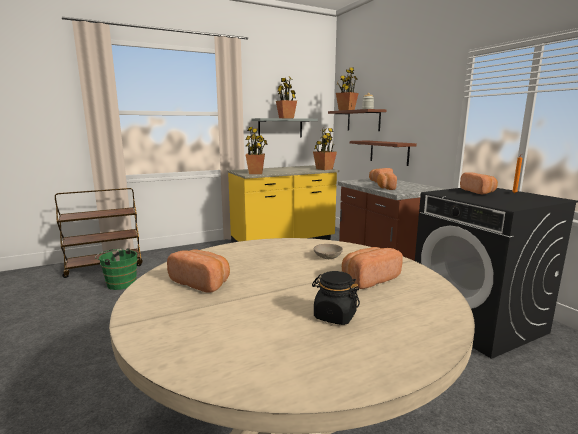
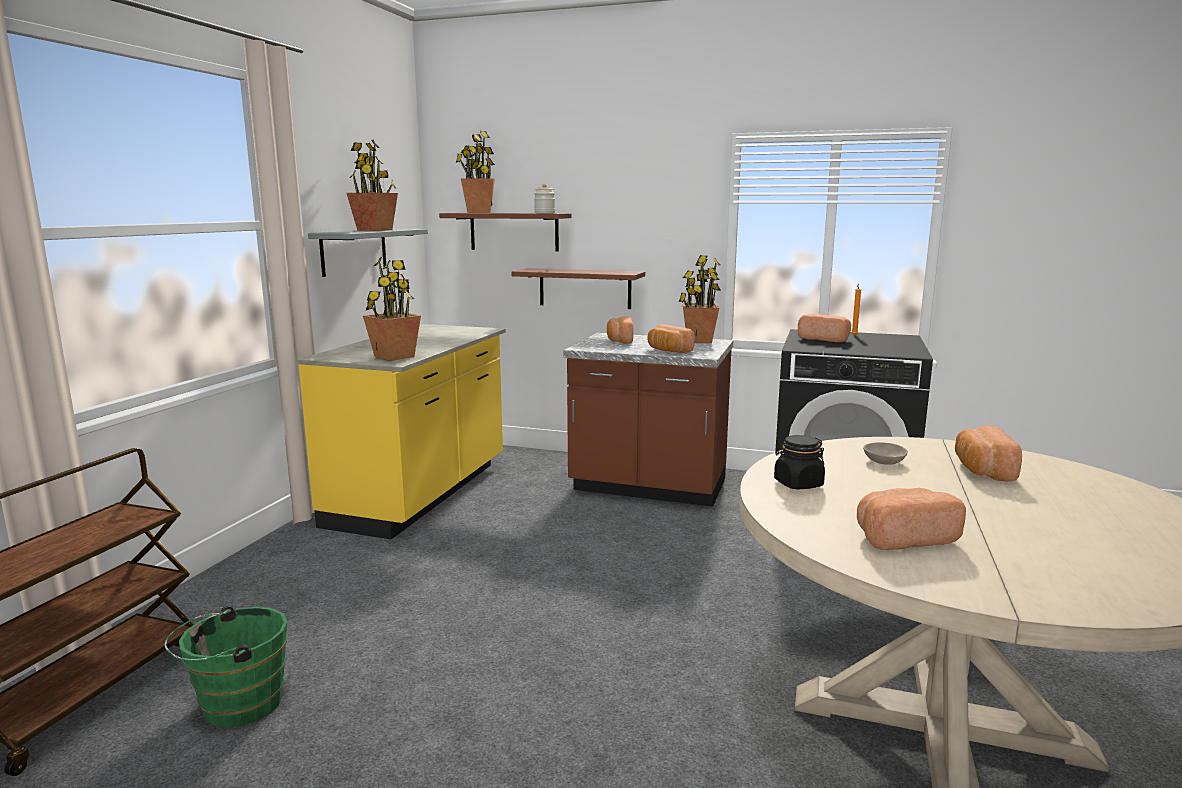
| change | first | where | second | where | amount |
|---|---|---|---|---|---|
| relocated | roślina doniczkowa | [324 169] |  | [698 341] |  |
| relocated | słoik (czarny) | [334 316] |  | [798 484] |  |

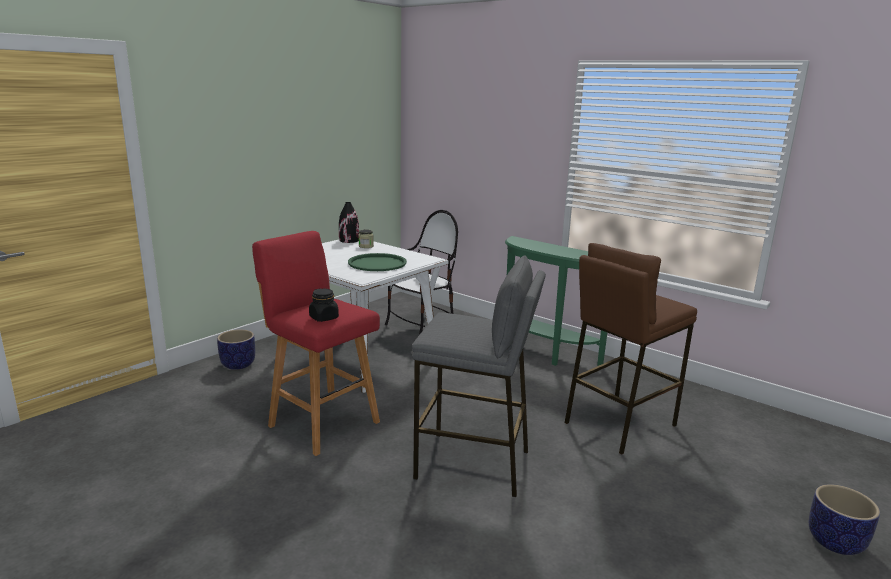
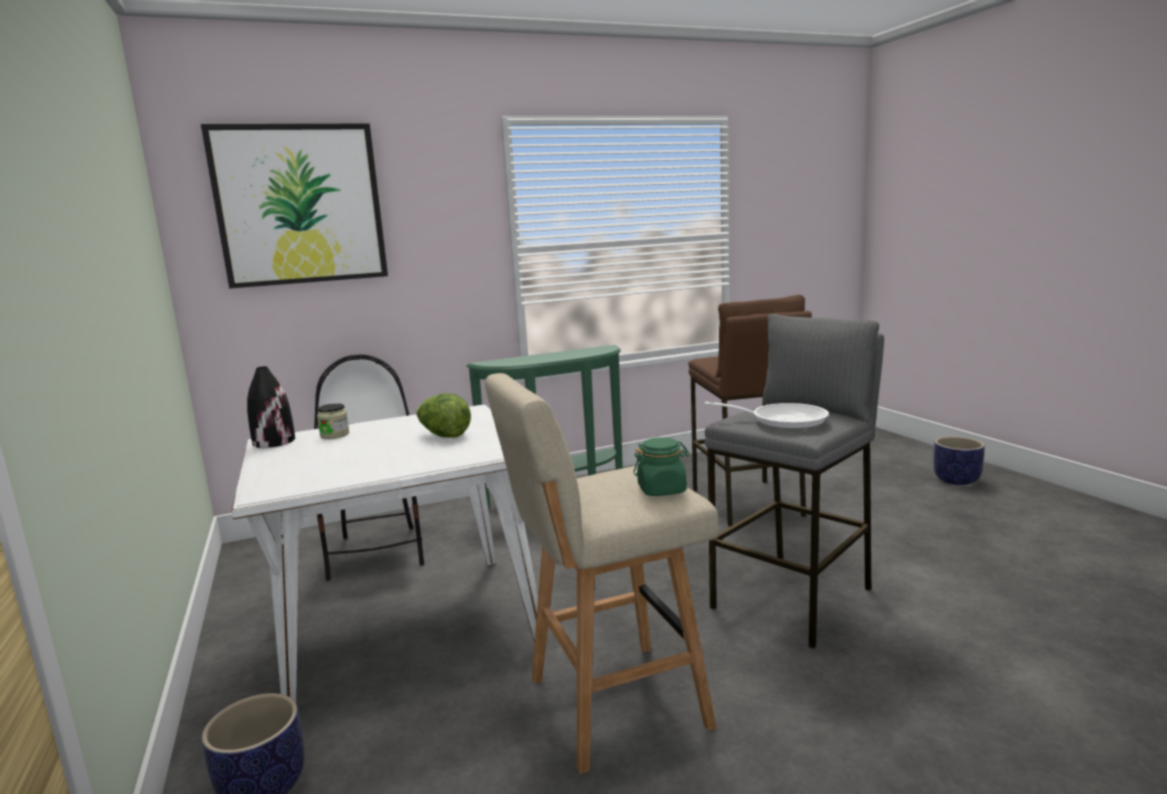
| change | first | where | second | where | amount |
|---|---|---|---|---|---|
| colour | stołek (czerwony) | [322 422] | stołek (beżowy) | [611 704] |  |
| exchanged | taca (zielony) | [377 263] | sałata | [444 436] |  |
| colour | słoik (czarny) | [324 318] | słoik (zielony) | [662 490] |  |
| appeared |  |  | obraz | [300 205] |  |
| appeared |  |  | patelnia | [782 420] |  |

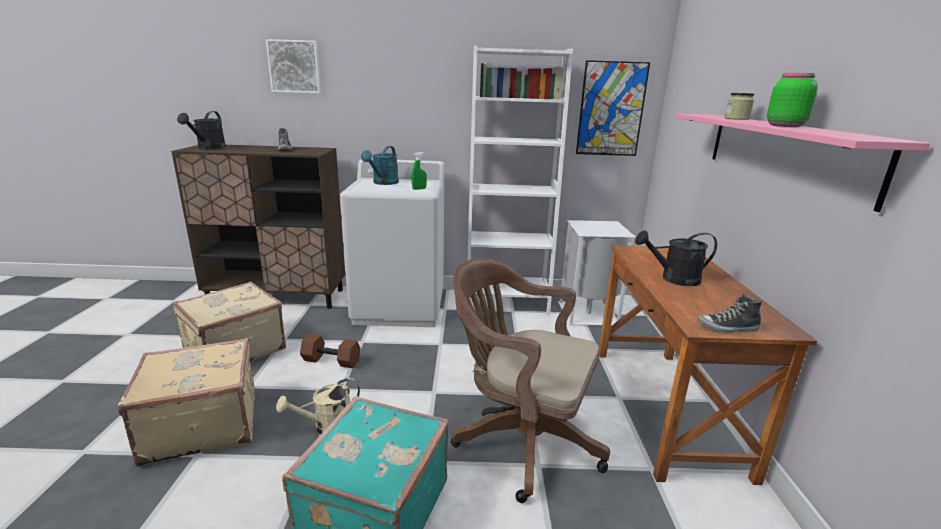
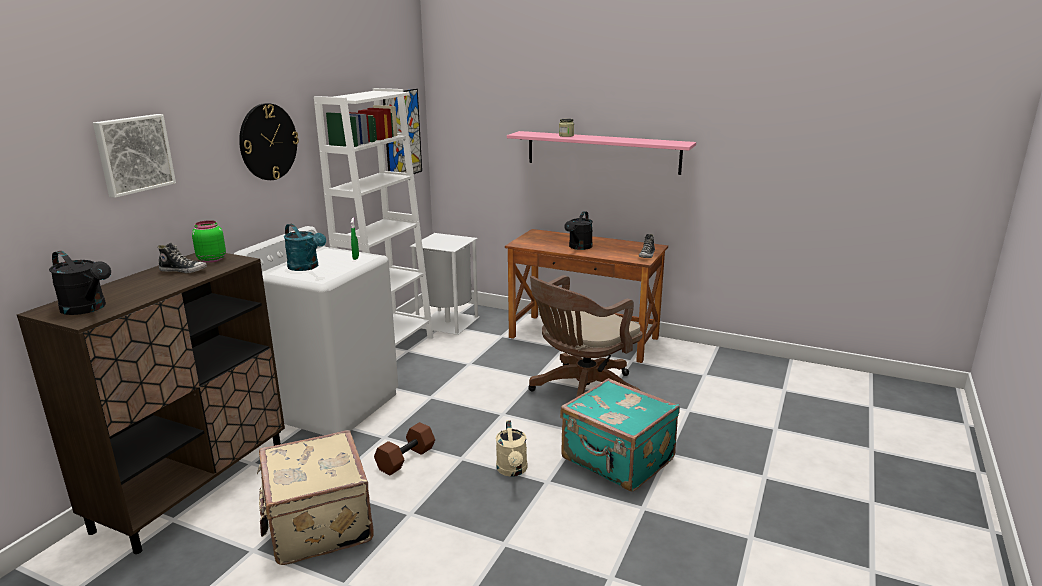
| change | first | where | second | where | amount |
|---|---|---|---|---|---|
| relocated | słoik (zielony) | [784 126] |  | [211 259] |  |
| missing | walizka (beżowy) | [202 425] |  |  |  |
| appeared |  |  | zegar ścienny | [268 142] |  |

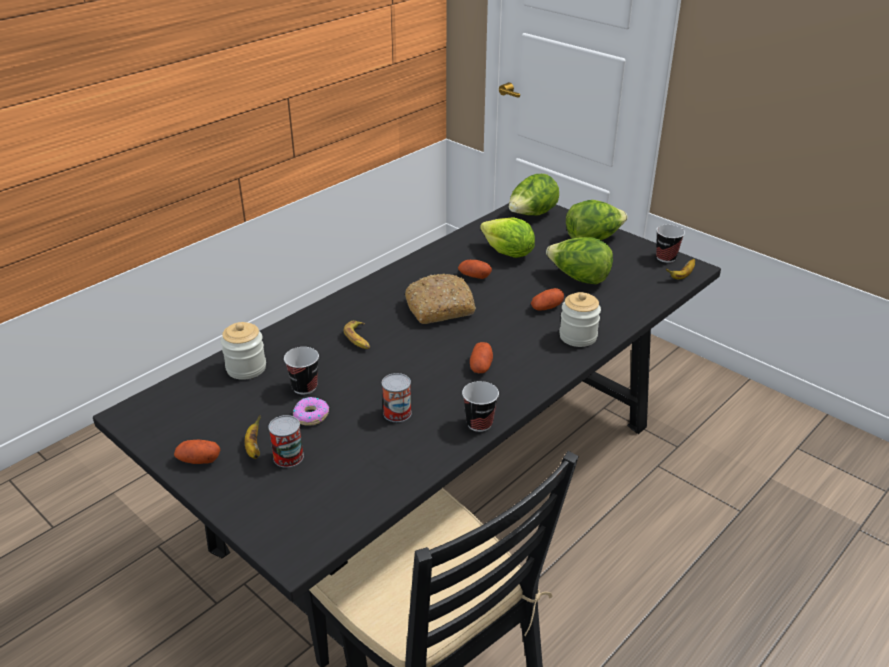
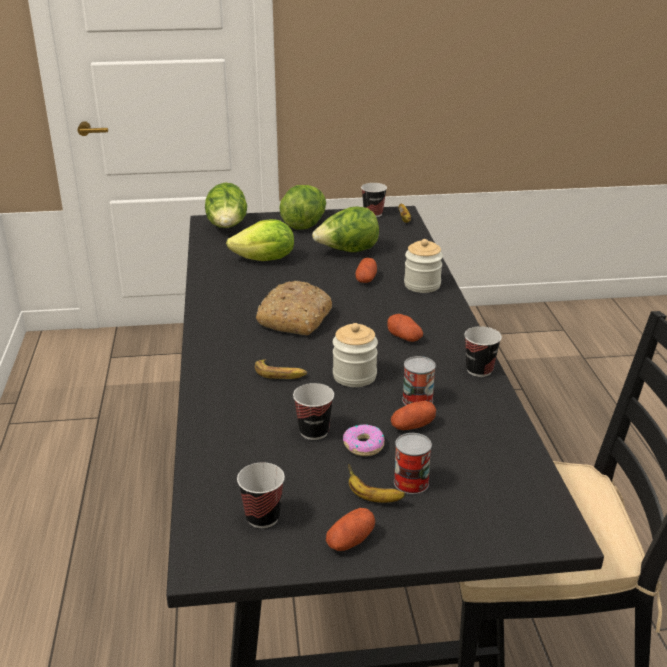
| change | first | where | second | where | amount |
|---|---|---|---|---|---|
| relocated | ziemniak | [474 276] |  | [412 426] |  |
| relocated | słoik | [246 368] |  | [354 376] |  |
| appeared |  |  | filiżanka | [263 517] |  |

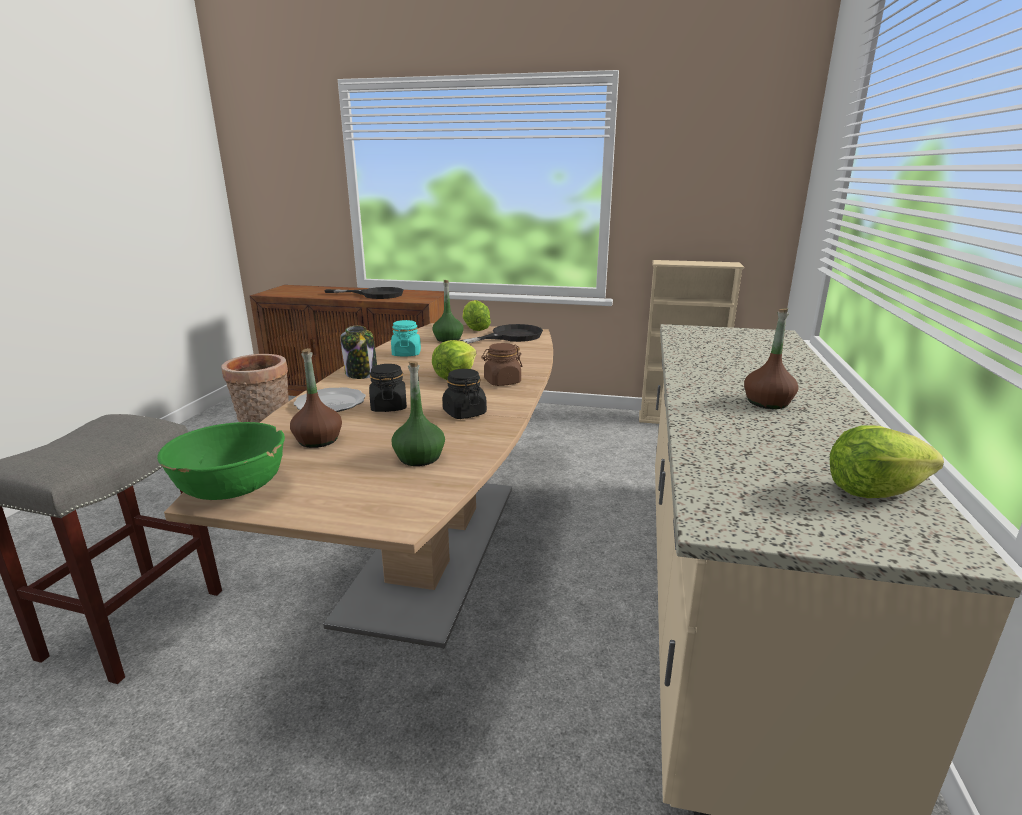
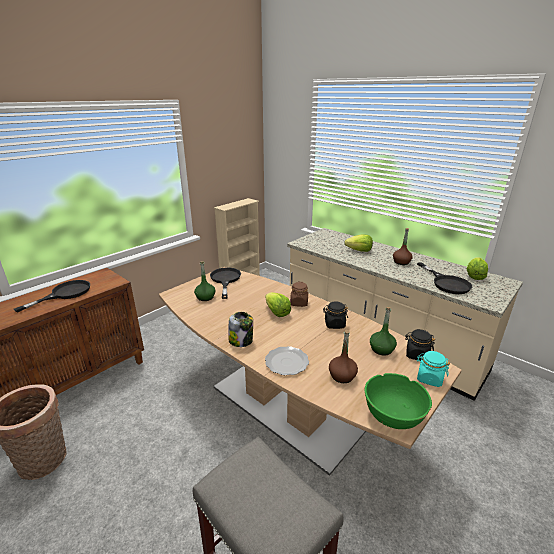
| change | first | where | second | where | amount |
|---|---|---|---|---|---|
| relocated | sałata | [475 328] |  | [359 251] |  |
| relocated | słoik (turkusowy) | [406 354] |  | [429 378] |  |
| relocated | słoik (czarny) | [389 407] |  | [417 355] |  |
| appeared |  |  | patelnia (czarny) | [446 283] |  |

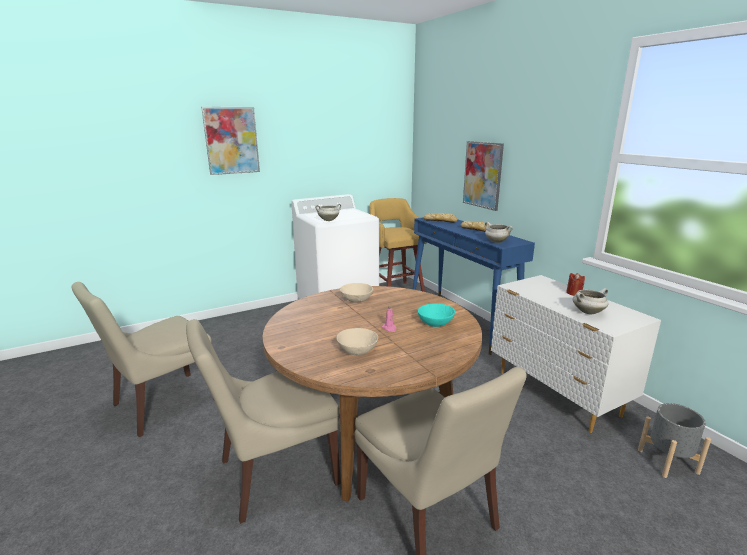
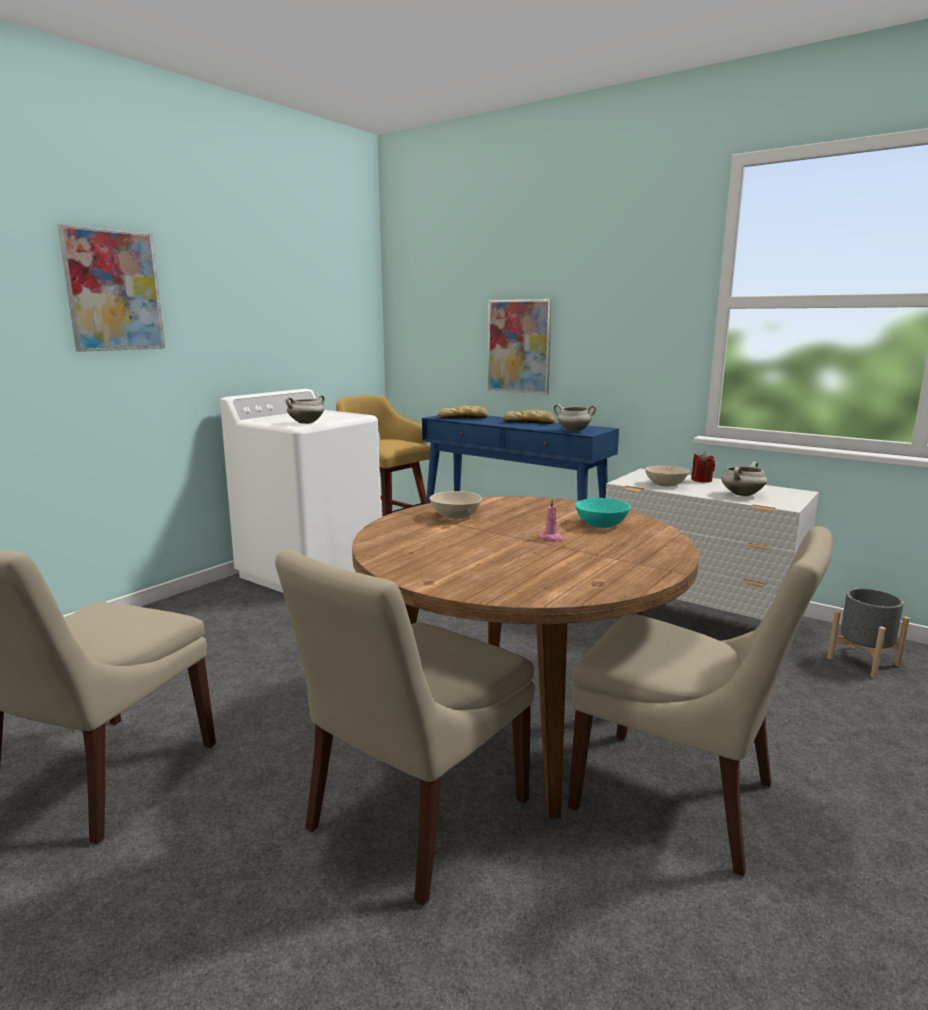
| change | first | where | second | where | amount |
|---|---|---|---|---|---|
| relocated | miska (beżowy) | [357 351] |  | [666 484] |  |

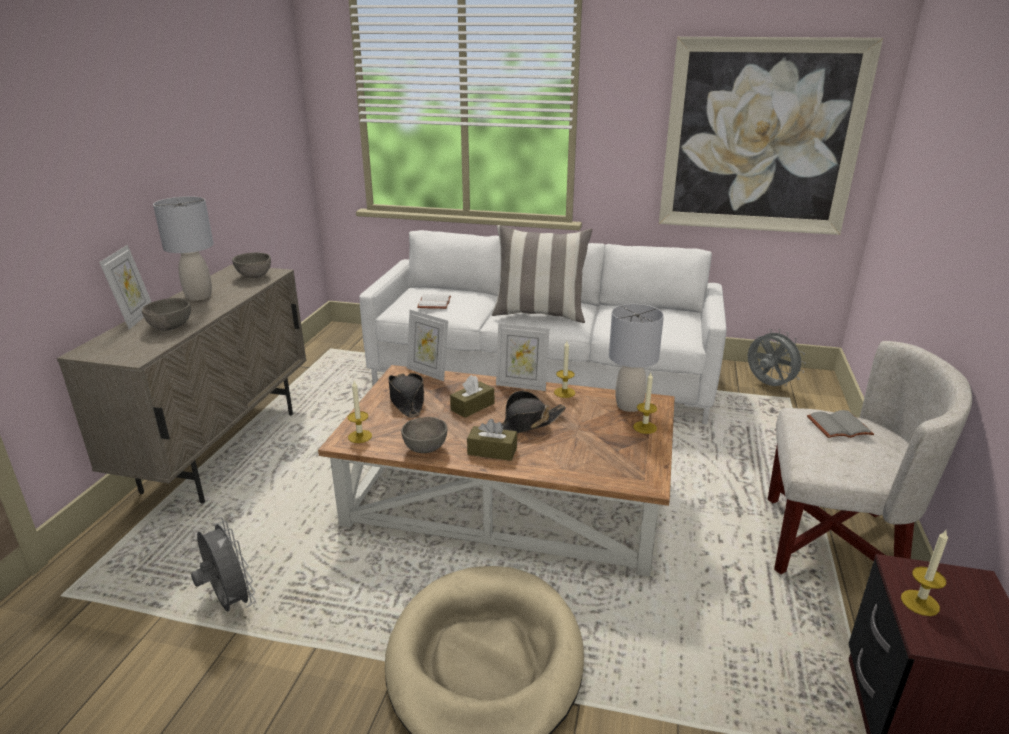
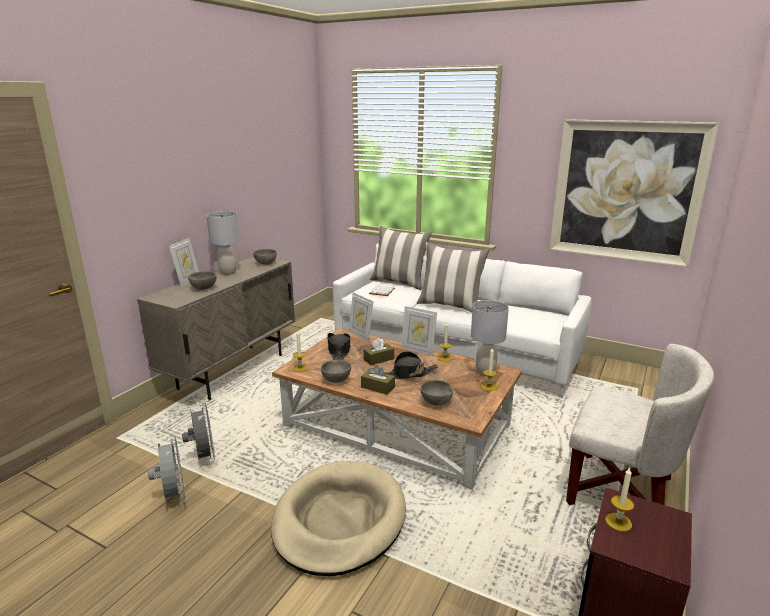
| change | first | where | second | where | amount |
|---|---|---|---|---|---|
| relocated | wentylator (szary) | [768 385] |  | [173 496] |  |
| missing | książka (szary) | [839 426] |  |  |  |
| appeared |  |  | poduszka | [399 282] |  |
| appeared |  |  | miska (szary) | [436 402] |  |

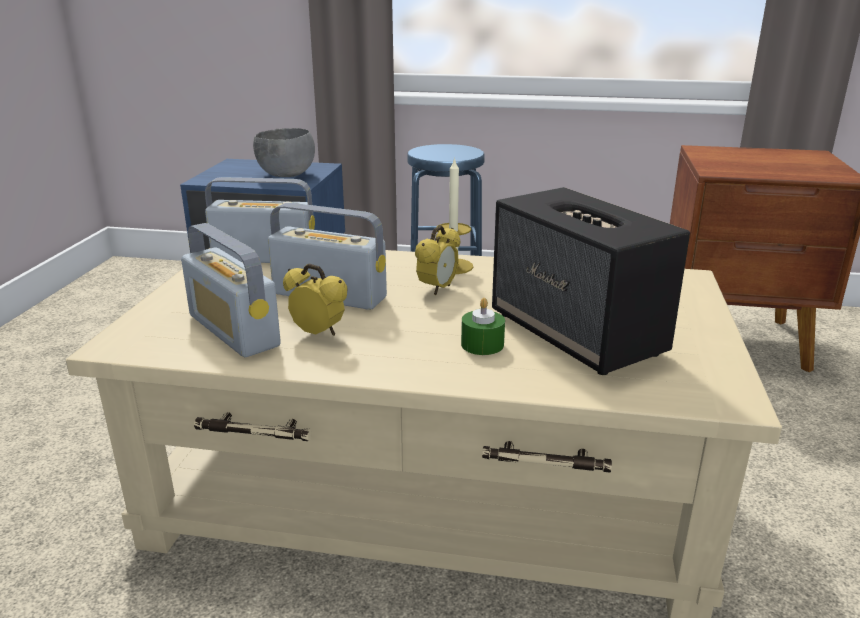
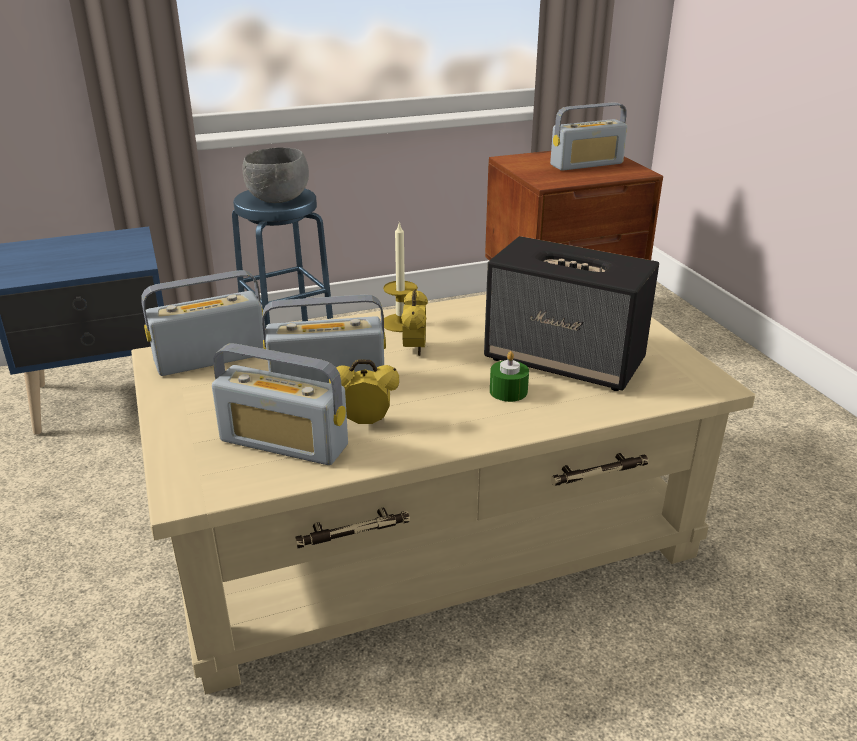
| change | first | where | second | where | amount |
|---|---|---|---|---|---|
| relocated | miska (szary) | [286 175] |  | [278 200] |  |
| appeared |  |  | radio | [586 164] |  |

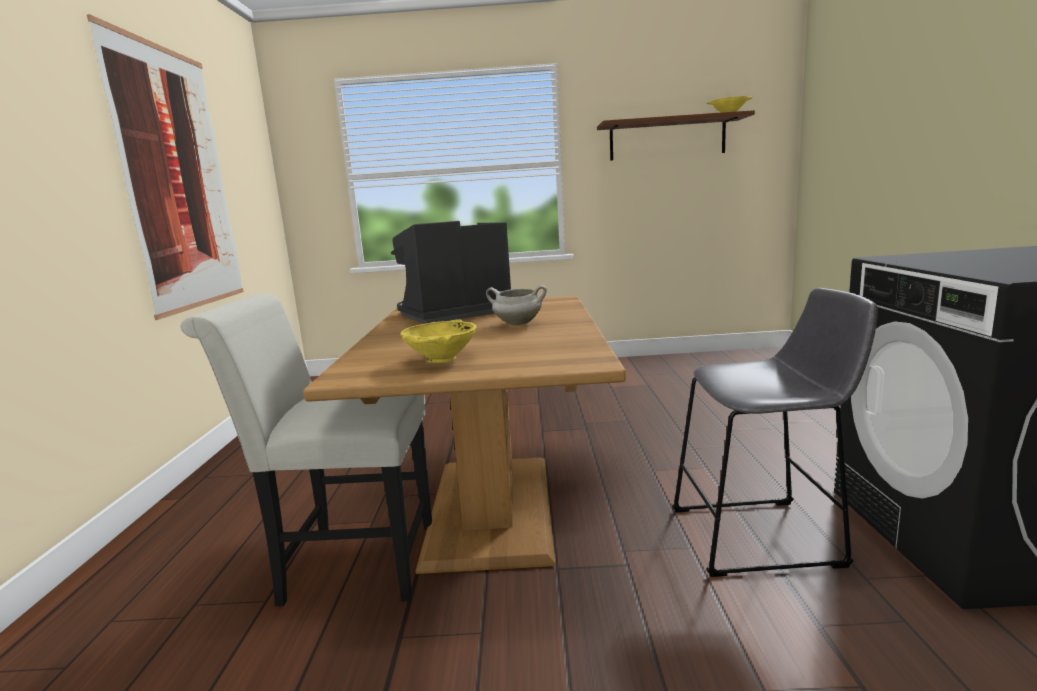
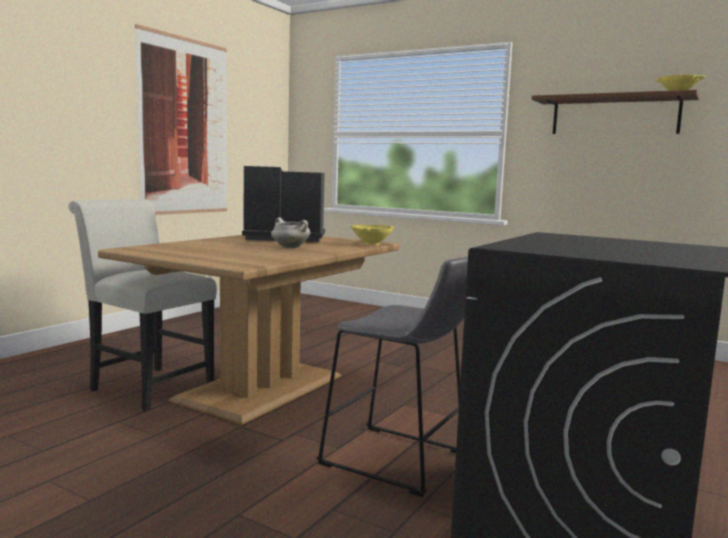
| change | first | where | second | where | amount |
|---|---|---|---|---|---|
| relocated | miska (żółty) | [441 358] |  | [371 243] |  |

